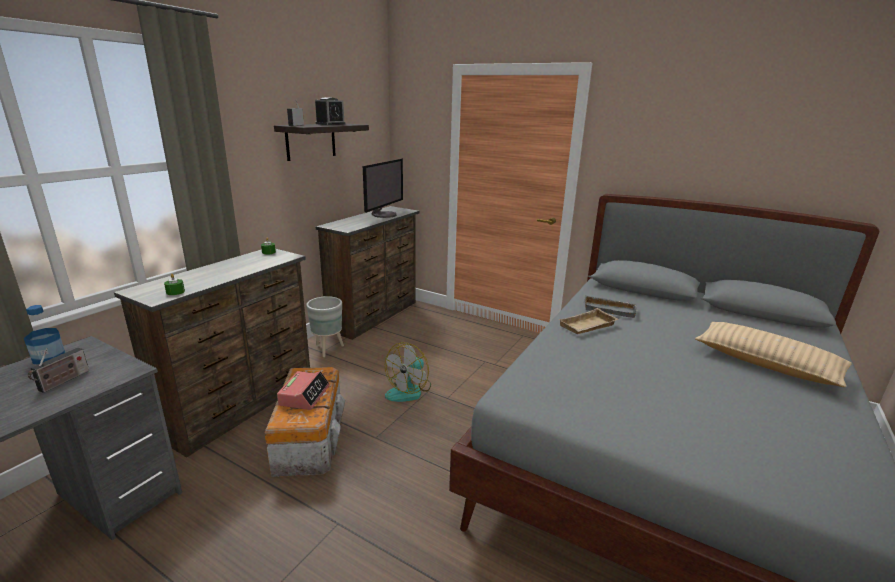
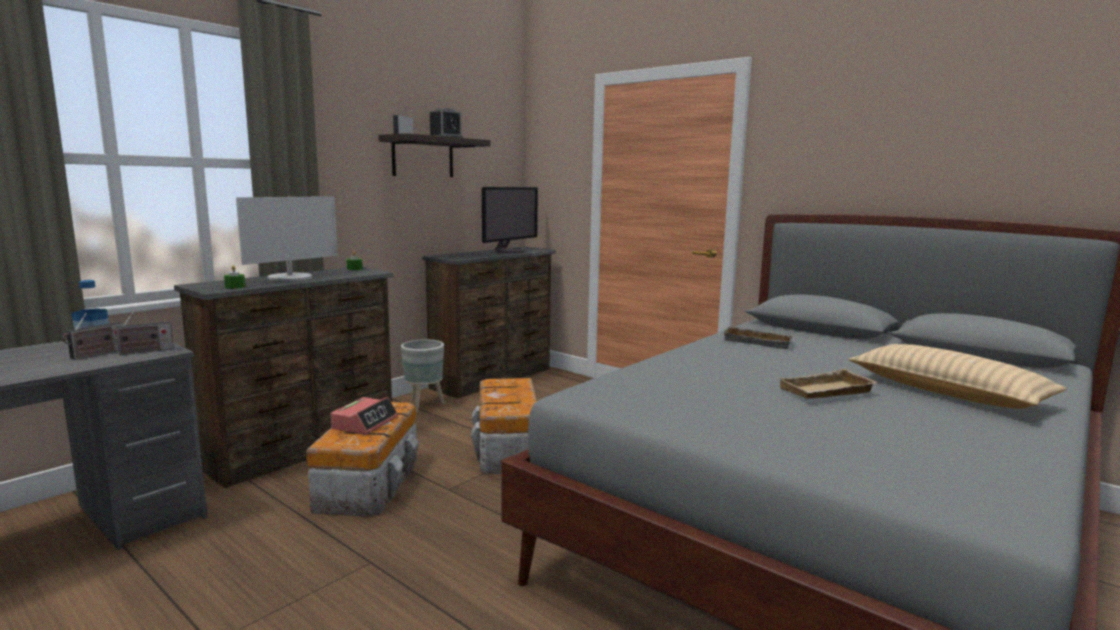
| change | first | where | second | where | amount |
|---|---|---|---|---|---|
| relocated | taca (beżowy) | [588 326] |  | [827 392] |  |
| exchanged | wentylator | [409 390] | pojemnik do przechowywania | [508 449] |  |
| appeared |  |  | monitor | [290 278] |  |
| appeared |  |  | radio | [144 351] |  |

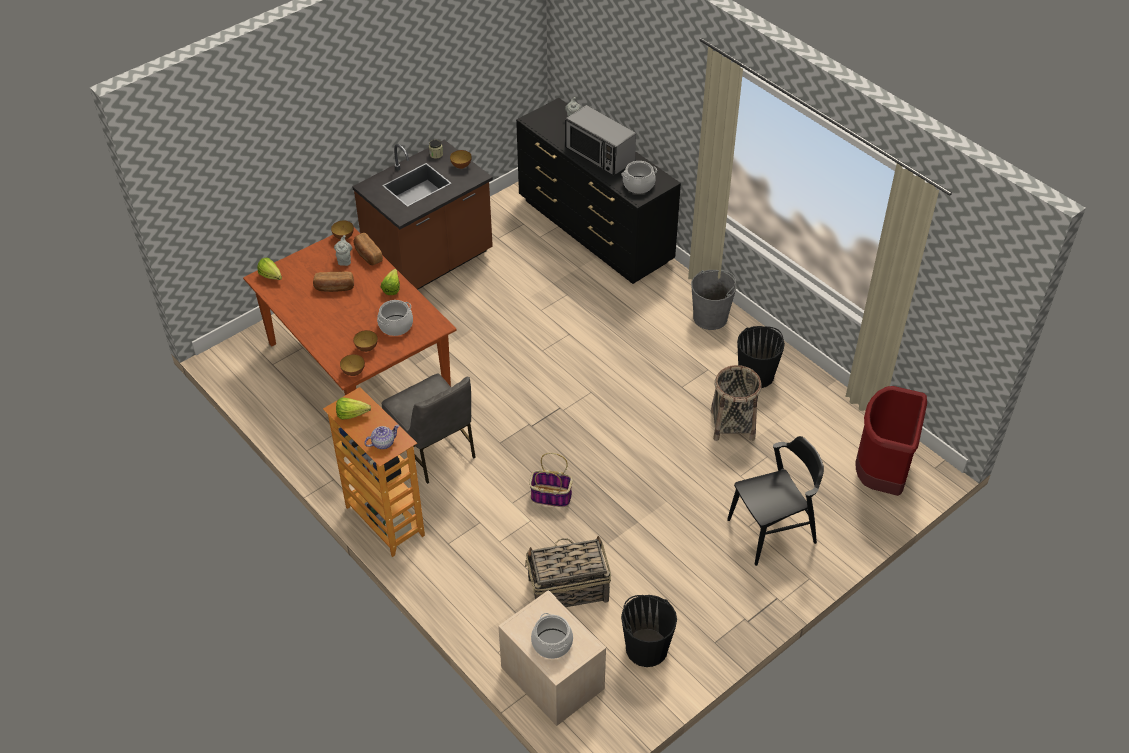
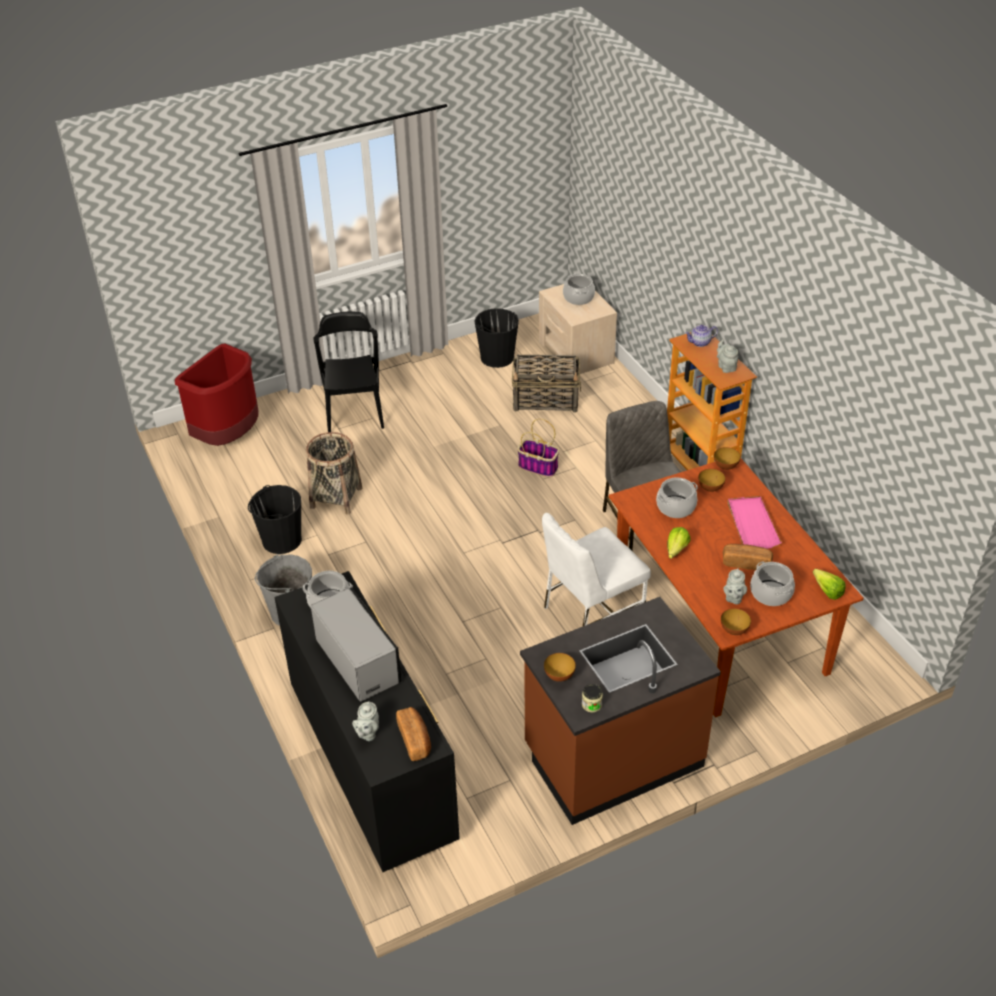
| change | first | where | second | where | amount |
|---|---|---|---|---|---|
| relocated | chleb | [367 255] |  | [415 740] |  |
| exchanged | sałata | [354 415] | imbryk (szary) | [726 367] |  |
| spun | krzesło (czarny) | [772 531] |  | [354 411] | 90 degrees clockwise |
| appeared |  |  | taca (różowy) | [752 524] |  |
| appeared |  |  | krzesło (biały) | [591 611] |  |
| appeared |  |  | garnek | [770 593] |  |

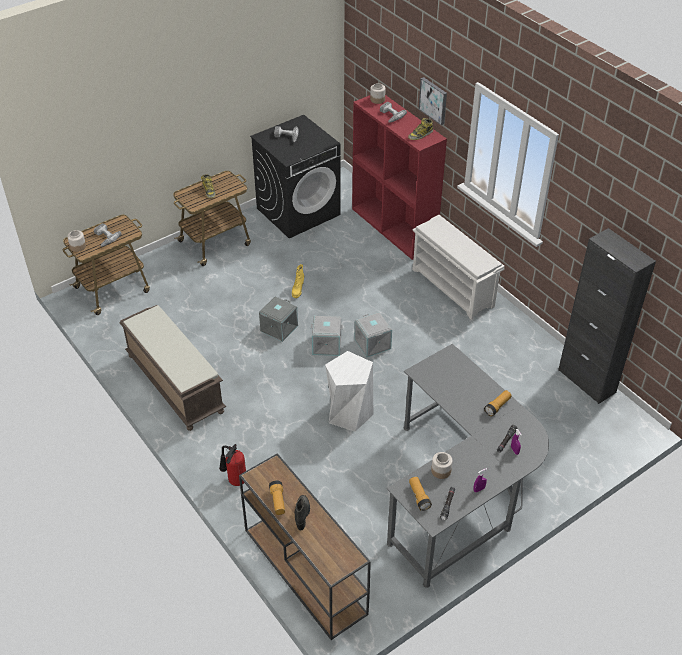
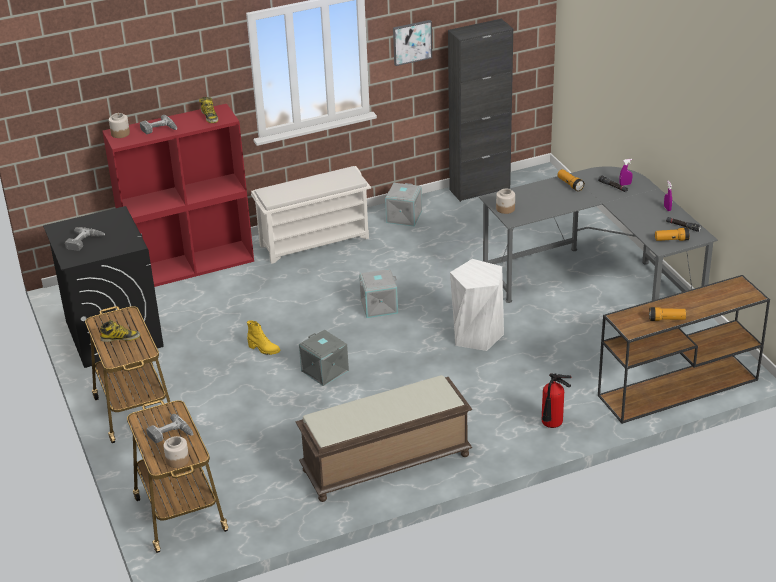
| change | first | where | second | where | amount |
|---|---|---|---|---|---|
| relocated | obraz | [433 100] |  | [412 42] |  |
| relocated | pojemnik do przechowywania (szary) | [327 344] |  | [403 216] |  |
| relocated | słoik | [440 471] |  | [505 209] |  |
| missing | but z cholewką (czarny) | [302 514] |  |  |  |

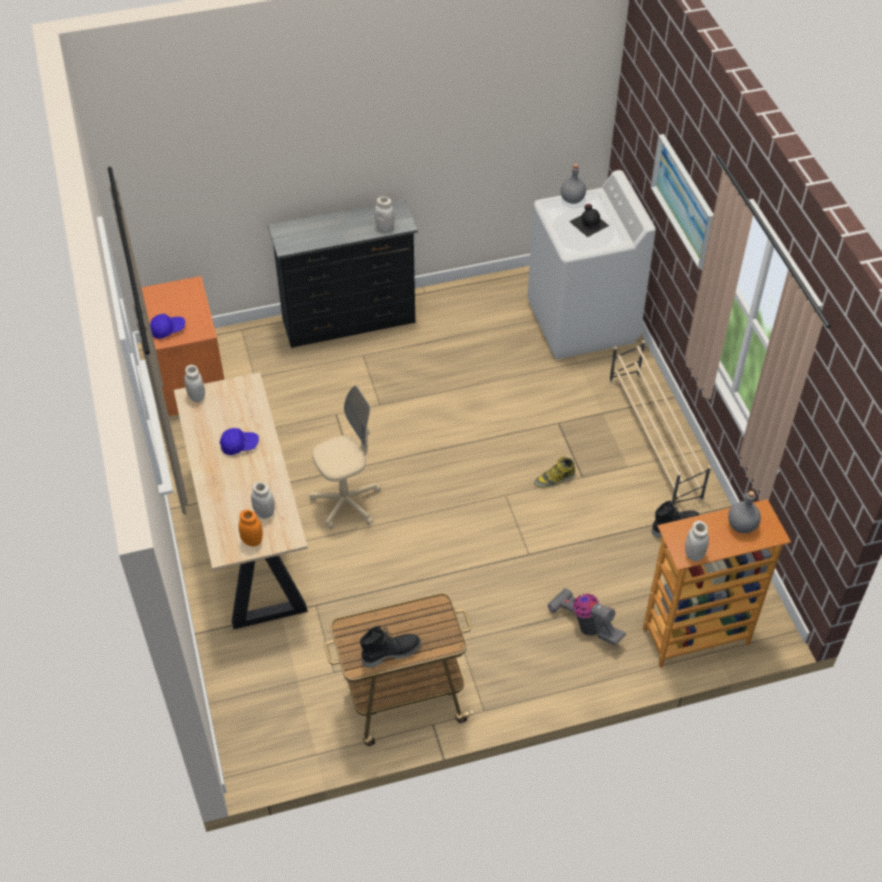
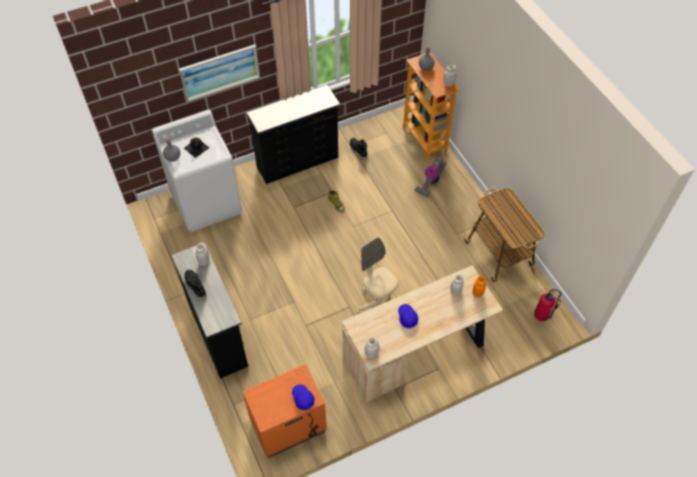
| change | first | where | second | where | amount |
|---|---|---|---|---|---|
| exchanged | regał na buty (beżowy) | [654 439] | komoda (czarny) | [298 162] |  |
| relocated | but z cholewką (czarny) | [391 652] |  | [195 286] |  |
| appeared |  |  | gaśnica | [542 315] |  |

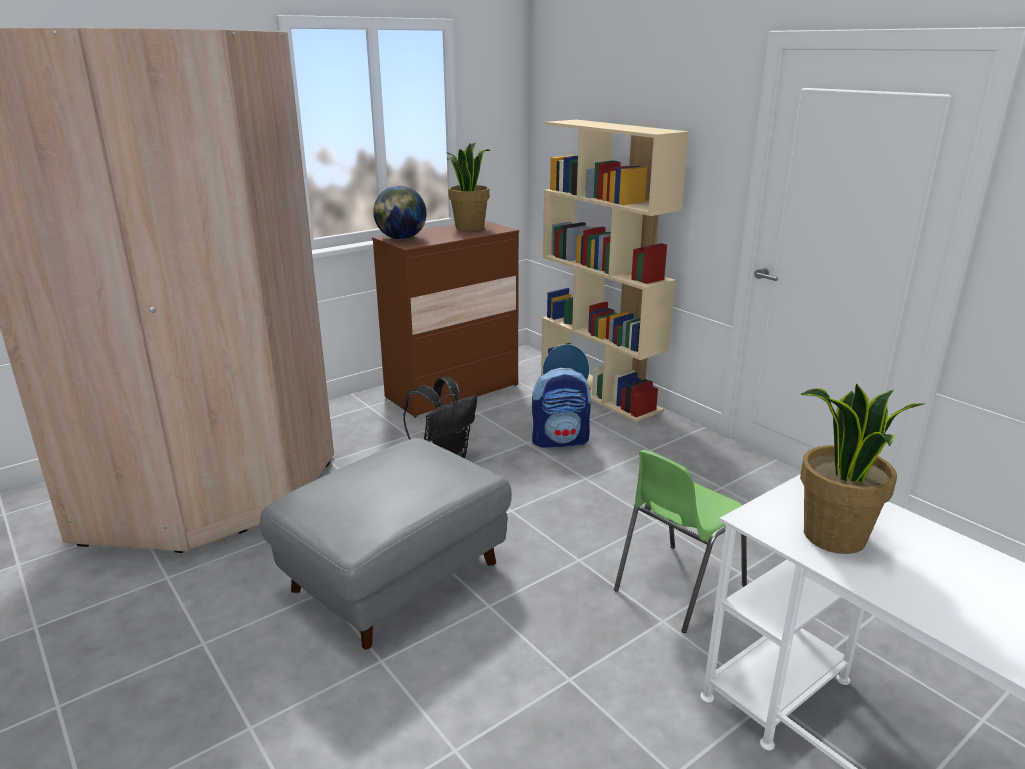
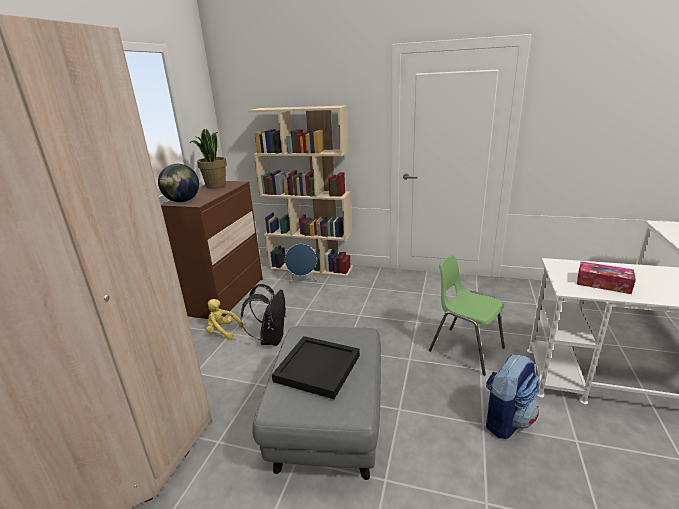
| change | first | where | second | where | amount |
|---|---|---|---|---|---|
| relocated | plecak | [560 440] |  | [506 419] |  |
| exchanged | roślina doniczkowa | [834 537] | pudełko chusteczek | [603 284] |  |
| spun | krzesło (zielony) | [677 587] |  | [465 349] | 120 degrees clockwise |
| appeared |  |  | pluszak (żółty) | [223 331] |  |
| appeared |  |  | taca (czarny) | [318 369] |  |

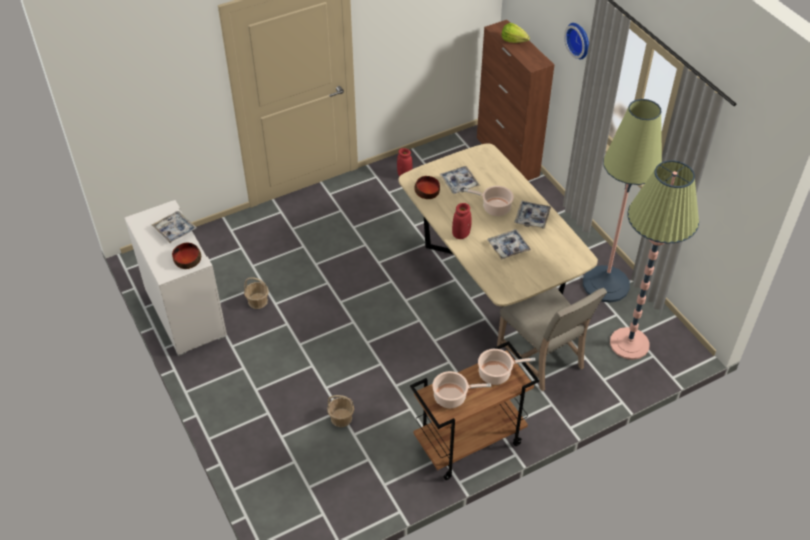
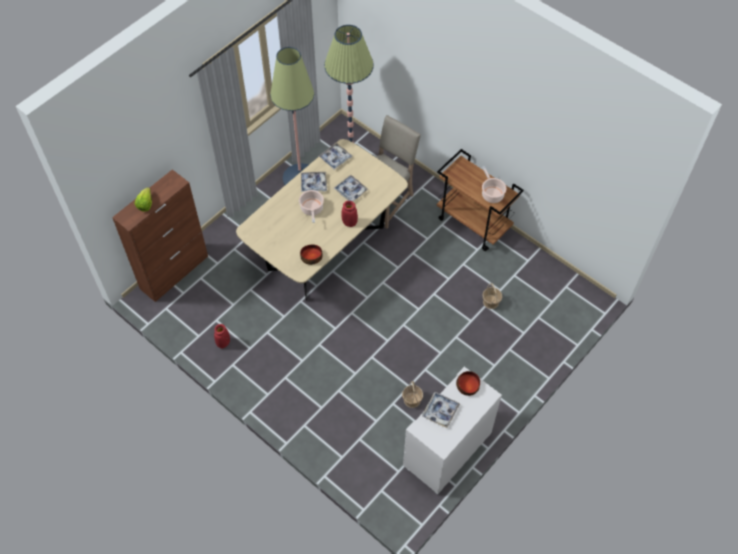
| change | first | where | second | where | amount |
|---|---|---|---|---|---|
| missing | zegar ścienny | [579 40] |  |  |  |
| relocated | taca | [459 183] |  | [335 158] |  |
| missing | garnek | [497 373] |  |  |  |

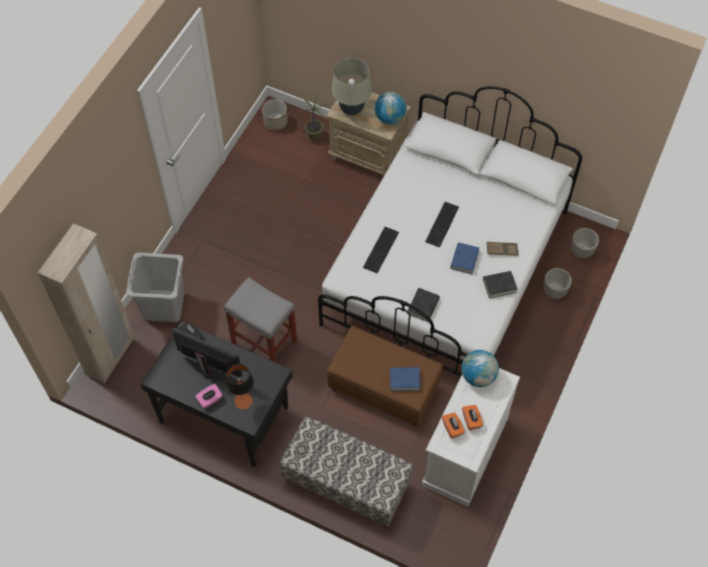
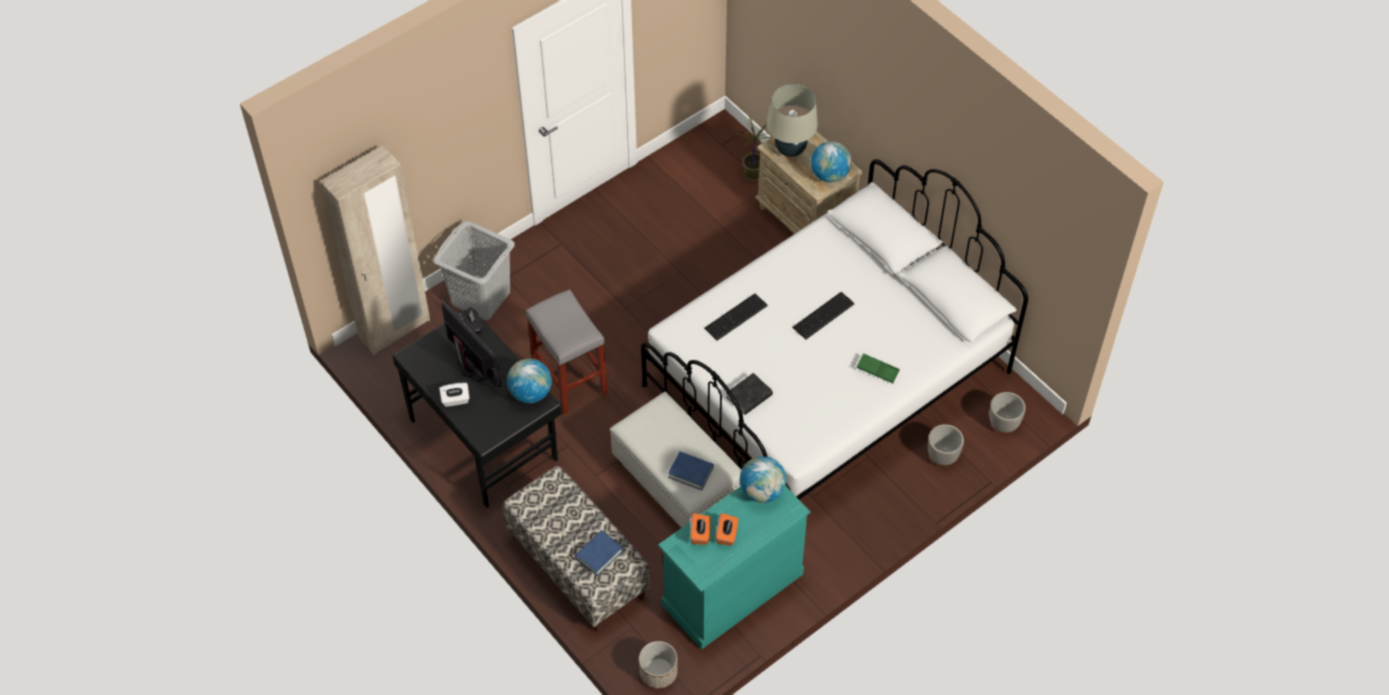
| change | first | where | second | where | amount |
|---|---|---|---|---|---|
| relocated | donica | [275 122] |  | [658 672] |  |
| colour | taca (brązowy) | [502 250] | taca (zielony) | [877 370] |  |
| relocated | książka (niebieski) | [464 260] |  | [599 555] |  |
| missing | książka (czarny) | [499 286] |  |  |  |
| colour | pufa (brązowy) | [384 388] | pufa (biały) | [678 483] |  |
| missing | lampa stołowa | [243 400] |  |  |  |
| colour | komoda (biały) | [464 451] | komoda (turkusowy) | [732 589] |  |
| colour | pudełko chusteczek (różowy) | [210 400] | pudełko chusteczek (biały) | [455 400] |  |
| appeared |  |  | globus | [530 393] |  |

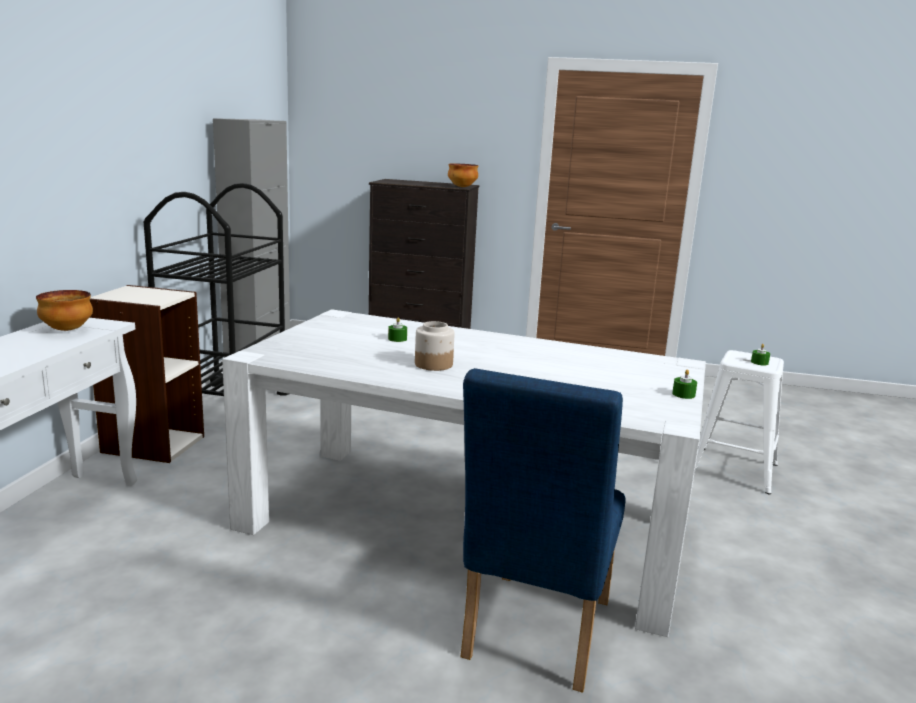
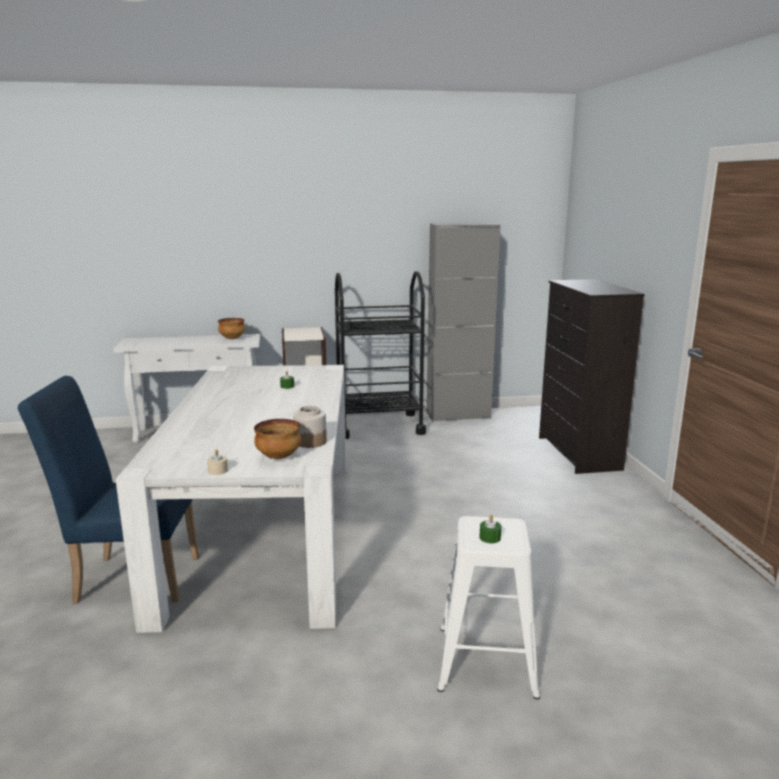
| change | first | where | second | where | amount |
|---|---|---|---|---|---|
| relocated | miska | [462 187] |  | [279 457] |  |
| relocated | słoik | [433 364] |  | [310 442] |  |
| colour | świeca (zielony) | [683 394] | świeca (beżowy) | [218 470] |  |

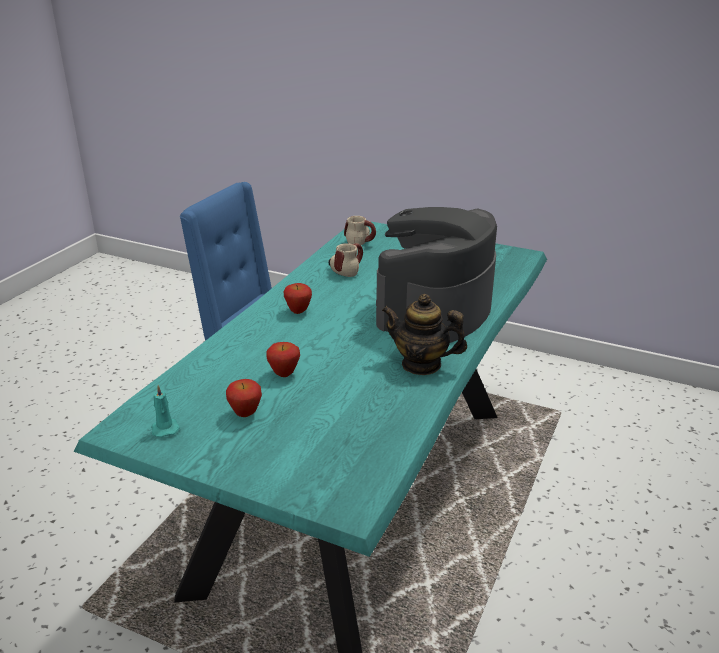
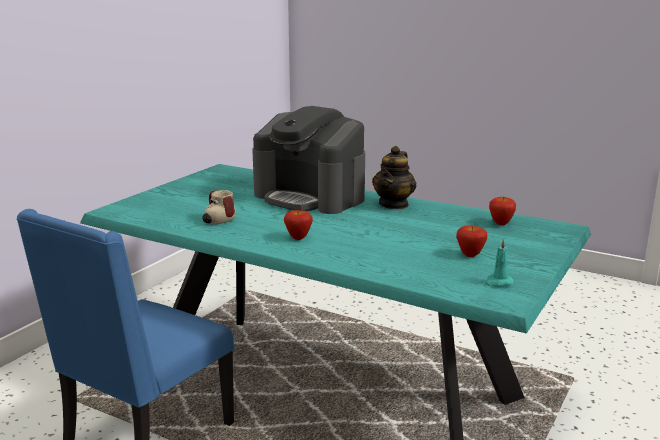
| change | first | where | second | where | amount |
|---|---|---|---|---|---|
| missing | kubek | [362 242] |  |  |  |
| relocated | jabłko | [284 374] |  | [500 224] |  |

